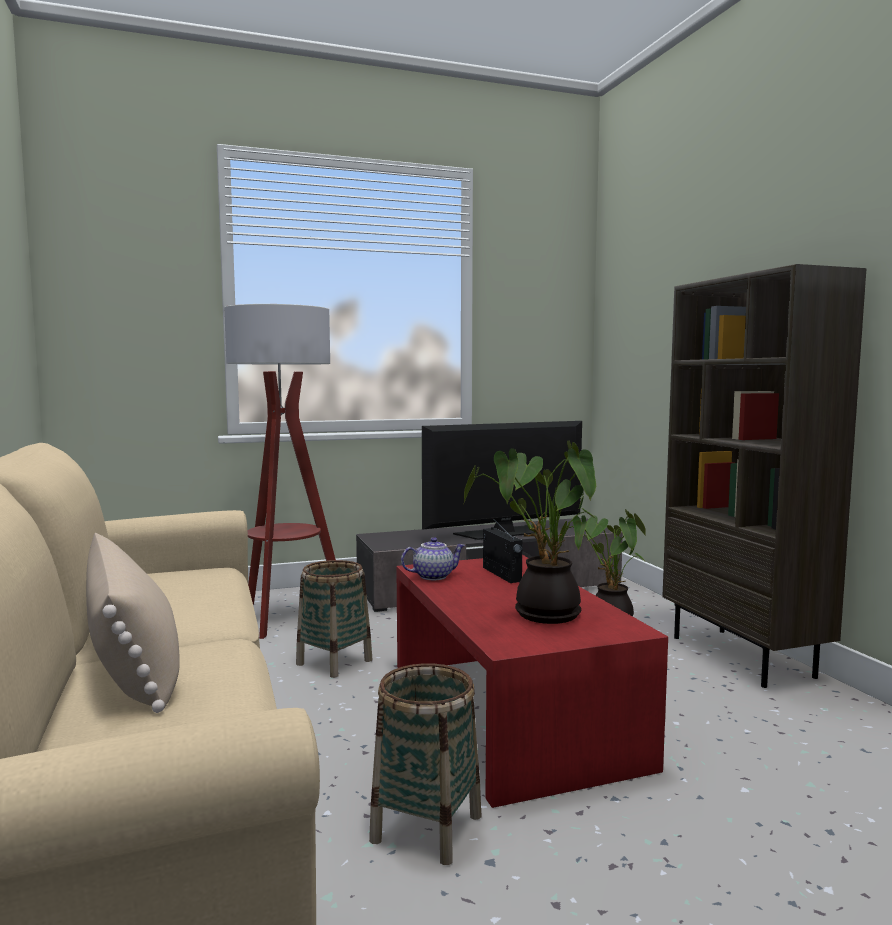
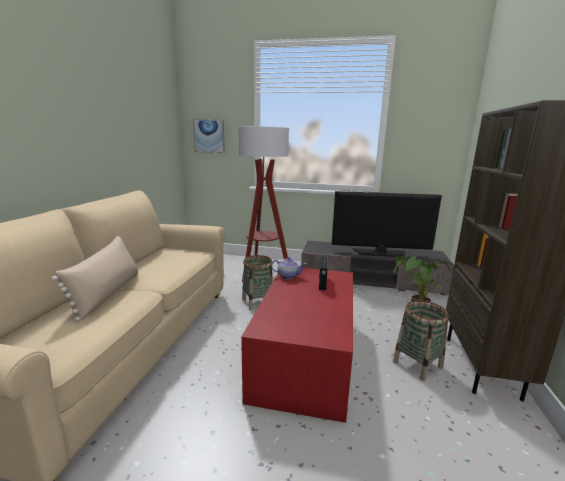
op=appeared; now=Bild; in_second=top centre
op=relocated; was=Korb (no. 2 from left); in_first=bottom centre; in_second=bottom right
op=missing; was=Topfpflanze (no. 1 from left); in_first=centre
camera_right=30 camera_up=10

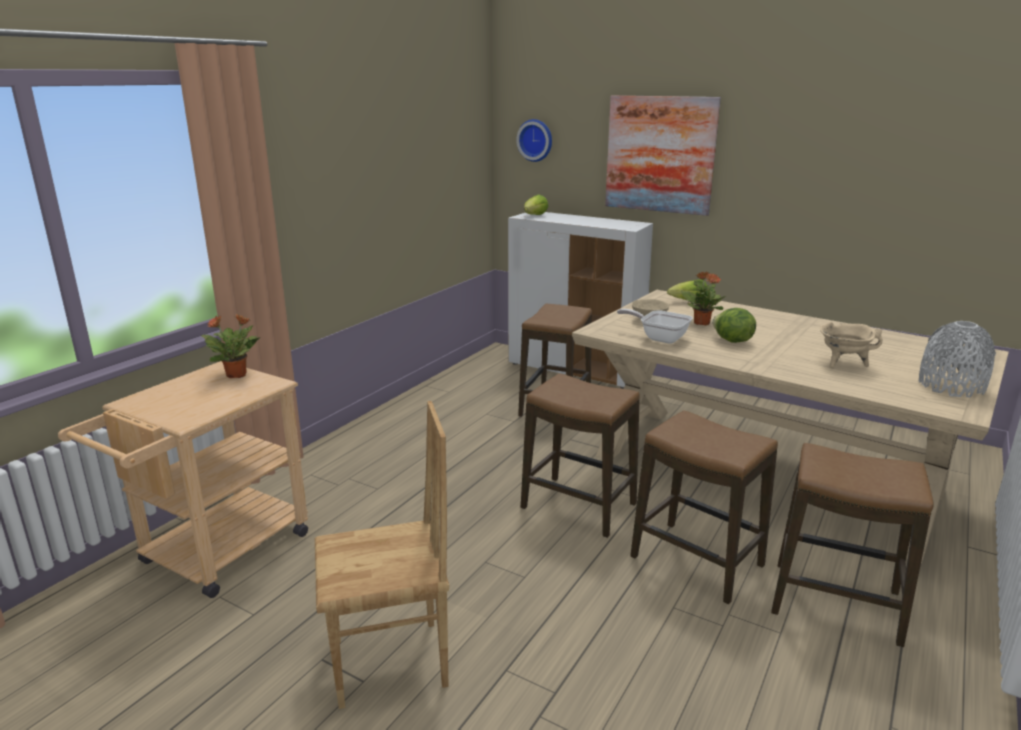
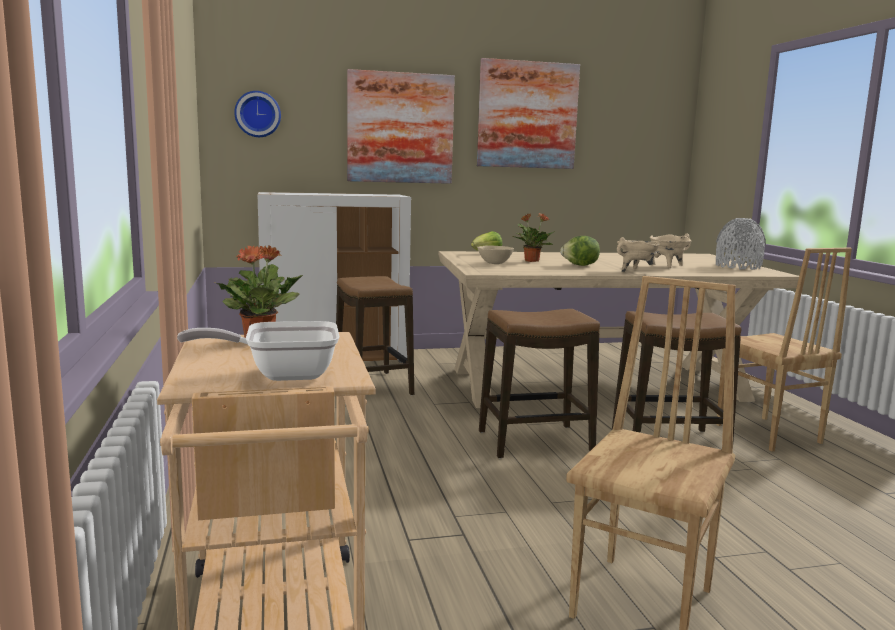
op=relocated; was=Pfanne; in_first=centre; in_second=middle left
op=appeared; now=Bild (no. 2 from left); in_second=top centre
op=appeared; now=Kochtopf [beige] (no. 1 from left); in_second=middle right
op=exchanged; was=Hocker (no. 4 from left); now=Stuhl [braun] (no. 2 from left); in_first=bottom right; in_second=middle right
op=missing; was=Salatkopf (no. 1 from left); in_first=top centre
camera_right=-45 camera_up=-10

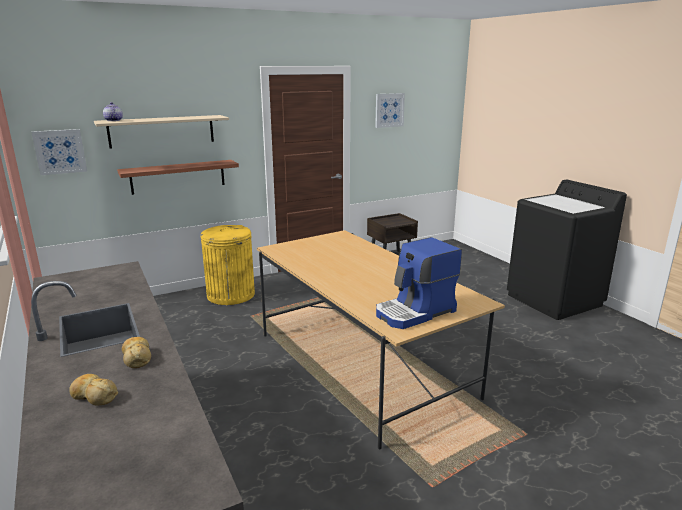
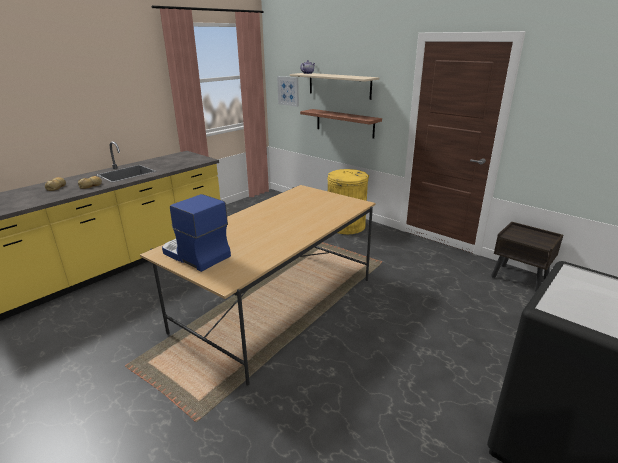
op=missing; was=Bild (no. 2 from left); in_first=top centre
camera_right=70 camera_up=5

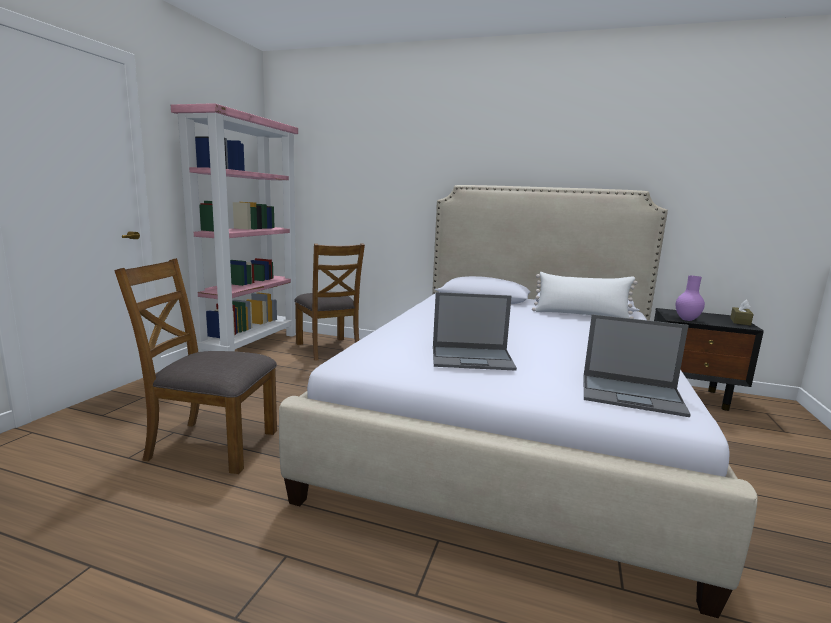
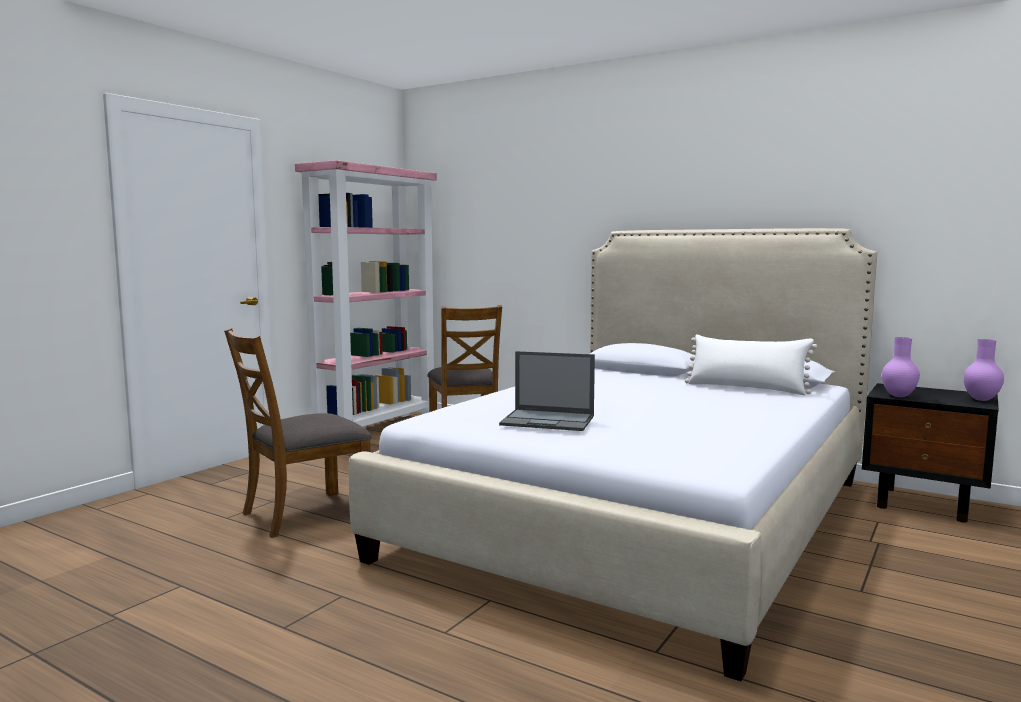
op=spun; was=Stuhl [braun] (no. 1 from left); in_first=middle left; in_second=middle left; clockwise=-60
op=exchanged; was=Taschentuchbox [braun]; now=Vase [lila] (no. 2 from left); in_first=middle right; in_second=middle right
op=missing; was=Laptop (no. 2 from left); in_first=middle right
camera_right=15 camera_up=-5

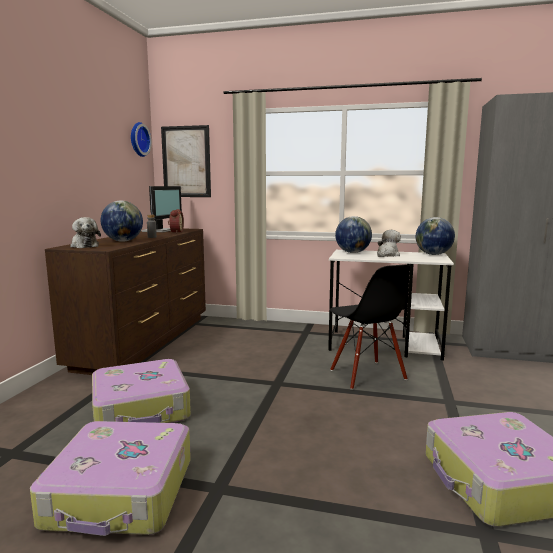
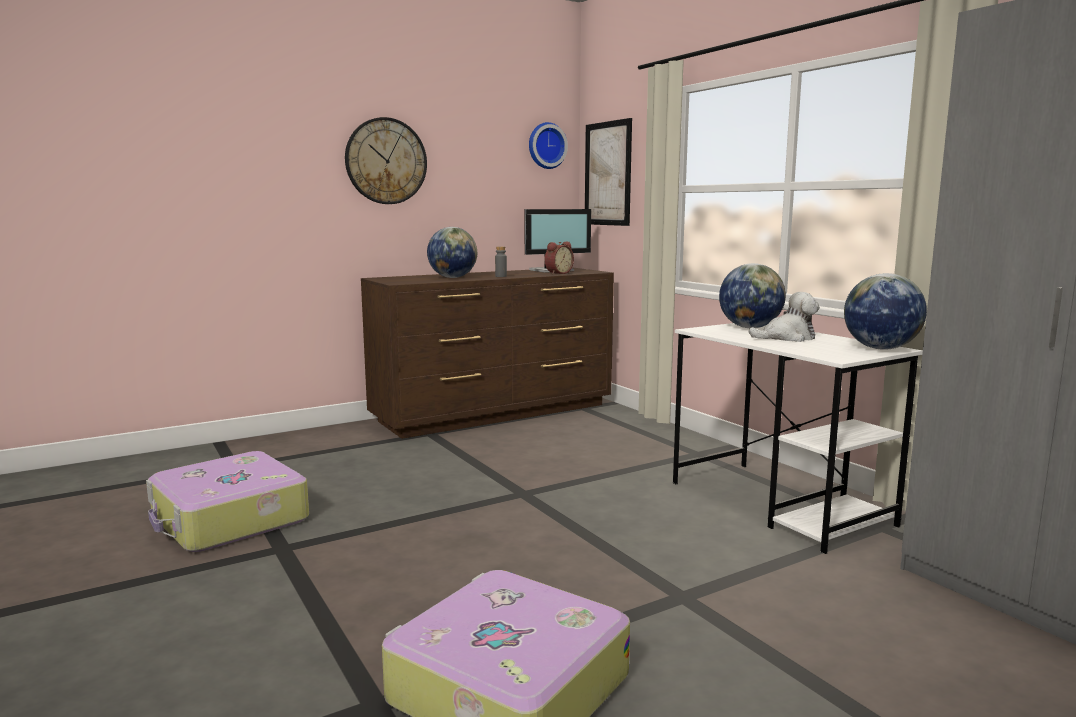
op=appeared; now=Wanduhr (no. 1 from left); in_second=top centre
op=missing; was=Plüschtier (no. 1 from left); in_first=middle left
op=missing; was=Koffer (no. 2 from left); in_first=bottom left
op=missing; was=Stuhl [schwarz]; in_first=middle right
camera_right=45 camera_up=0

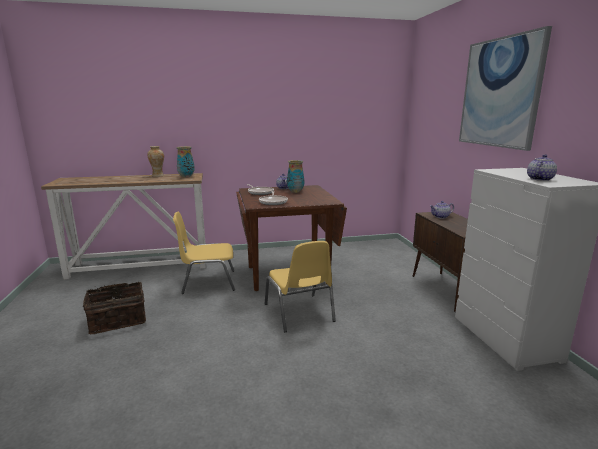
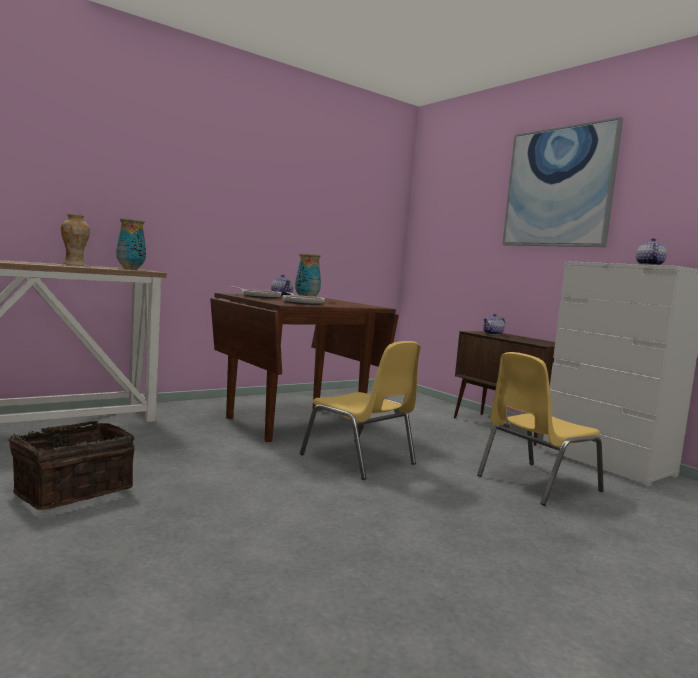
op=relocated; was=Stuhl [gelb] (no. 1 from left in the first image); now=Stuhl [gelb] (no. 2 from left); in_first=centre; in_second=middle right
camera_right=-25 camera_up=-10

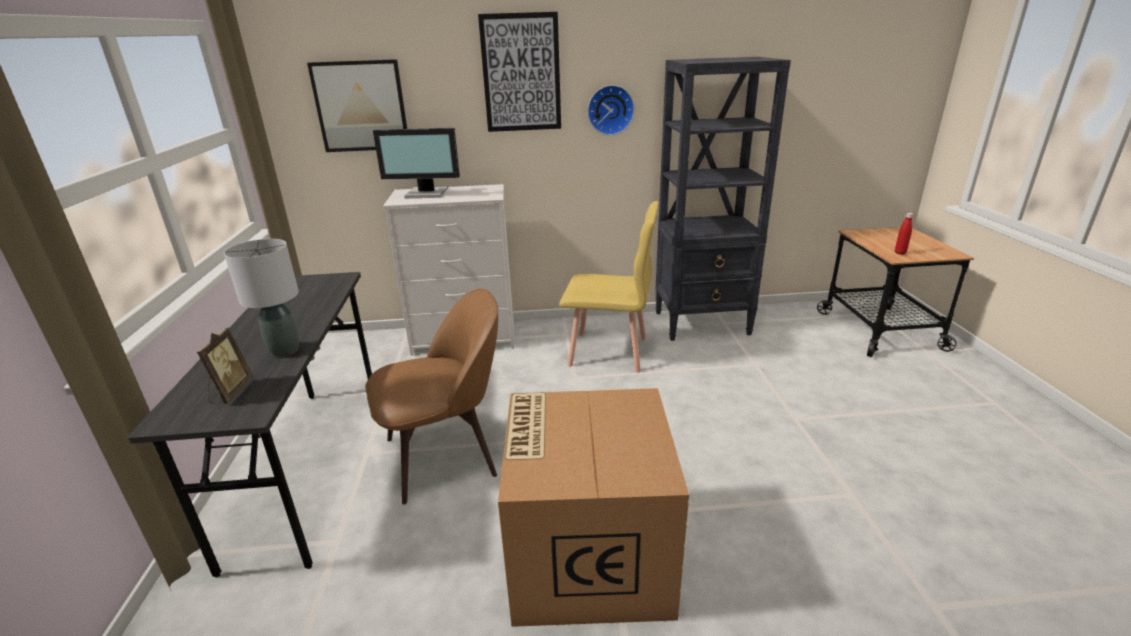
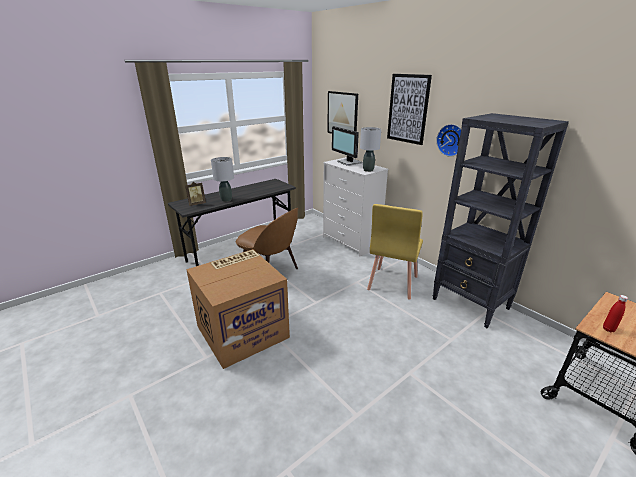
op=appeared; now=Tischlampe [grau] (no. 2 from left); in_second=top centre
op=spun; was=Stuhl [gelb]; in_first=centre; in_second=centre; clockwise=45
camera_right=55 camera_up=0

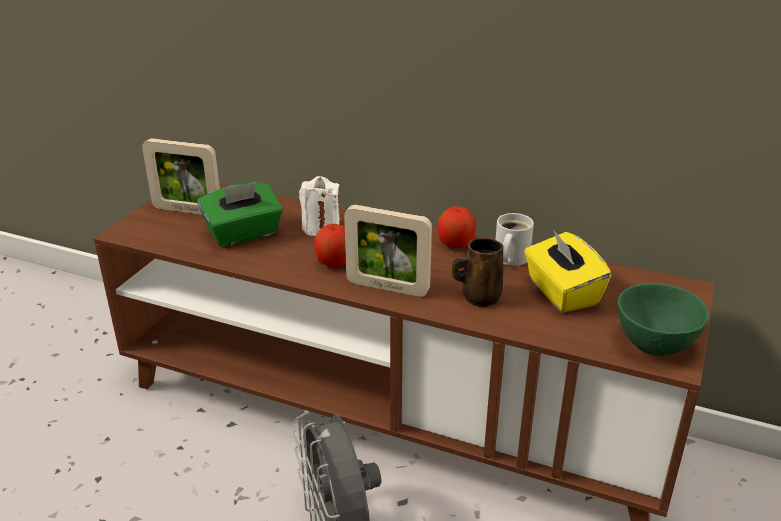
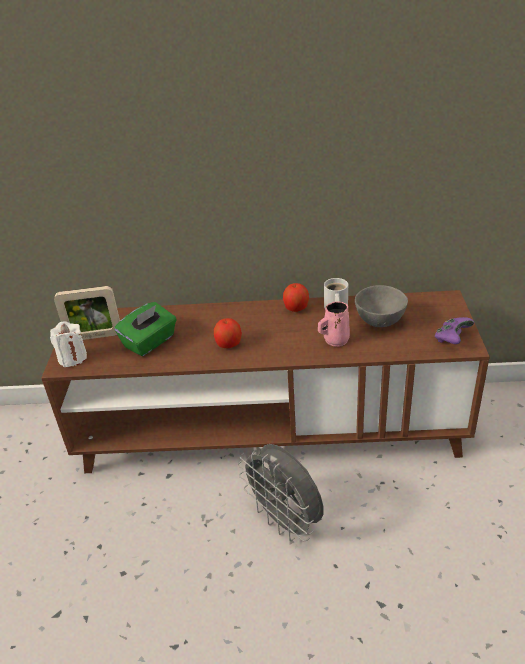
op=relocated; was=Kerze [weiß]; in_first=centre; in_second=middle left
op=colour; was=Henkelbecher [braun]; now=Henkelbecher [rosa]; in_first=centre; in_second=centre
op=exchanged; was=Taschentuchbox [gelb]; now=Schüssel [grau]; in_first=middle right; in_second=middle right
op=exchanged; was=Schüssel [grün]; now=Gamepad [lila]; in_first=middle right; in_second=middle right
op=missing; was=Bilderrahmen (no. 2 from left); in_first=centre
camera_right=-20 camera_up=5

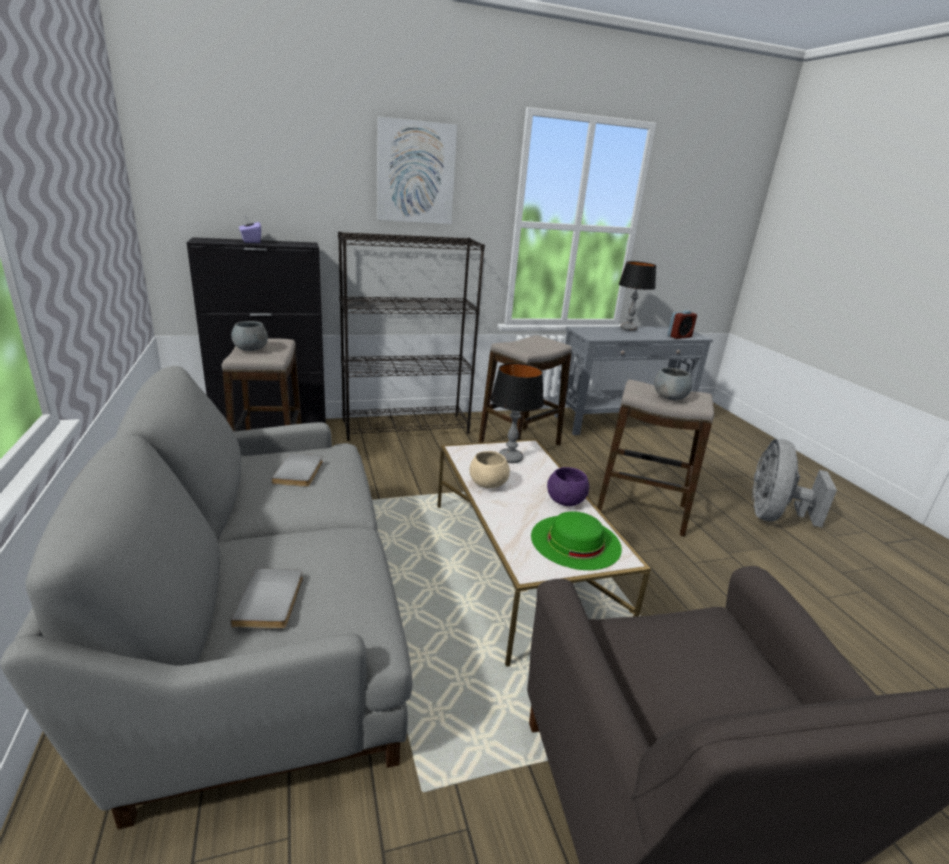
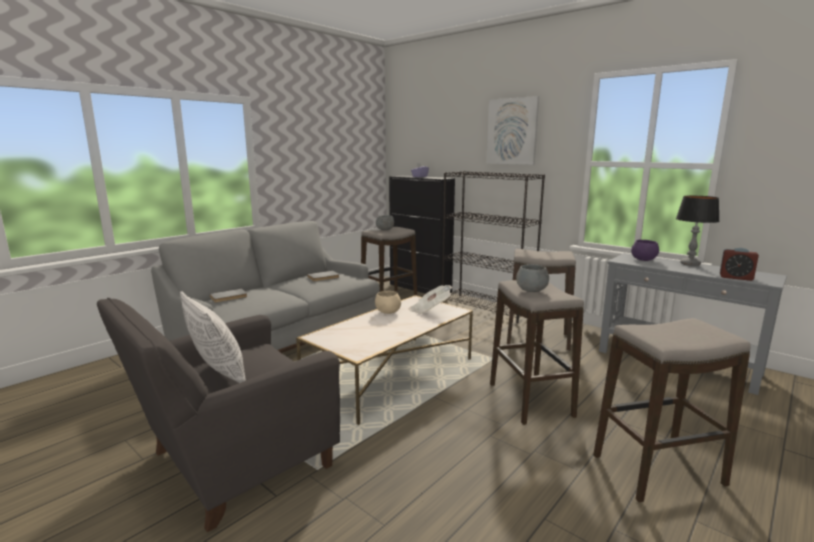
op=appeared; now=Kissen; in_second=middle left
op=exchanged; was=Tischlampe (no. 1 from left); now=Zeitung; in_first=centre; in_second=centre
op=exchanged; was=Ventilator [grau]; now=Hocker (no. 4 from left); in_first=middle right; in_second=bottom right
op=relocated; was=Schüssel [lila]; in_first=centre; in_second=middle right
op=missing; was=Hut [grün]; in_first=centre
camera_right=60 camera_up=-10

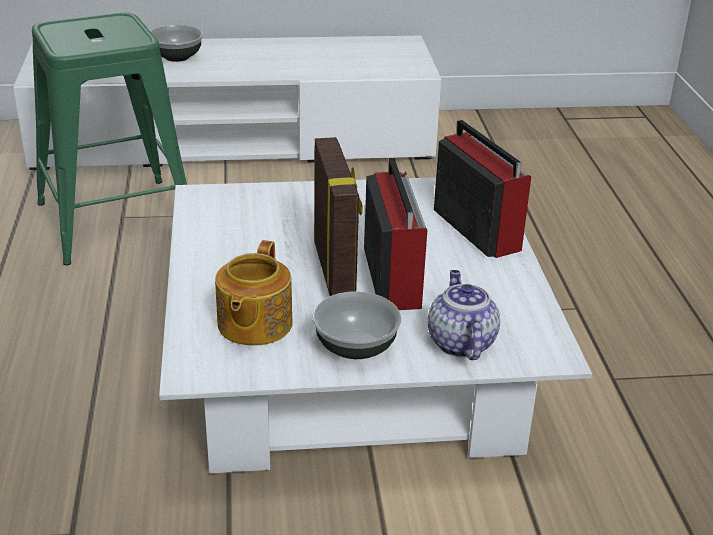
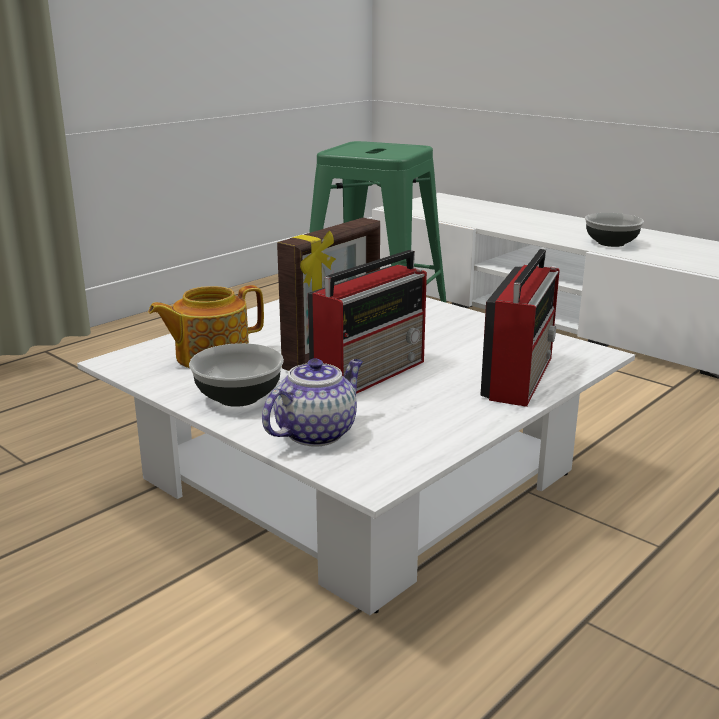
op=relocated; was=Schüssel (no. 1 from left in the first image); now=Schüssel (no. 2 from left); in_first=top left; in_second=top right
camera_right=50 camera_up=-10

